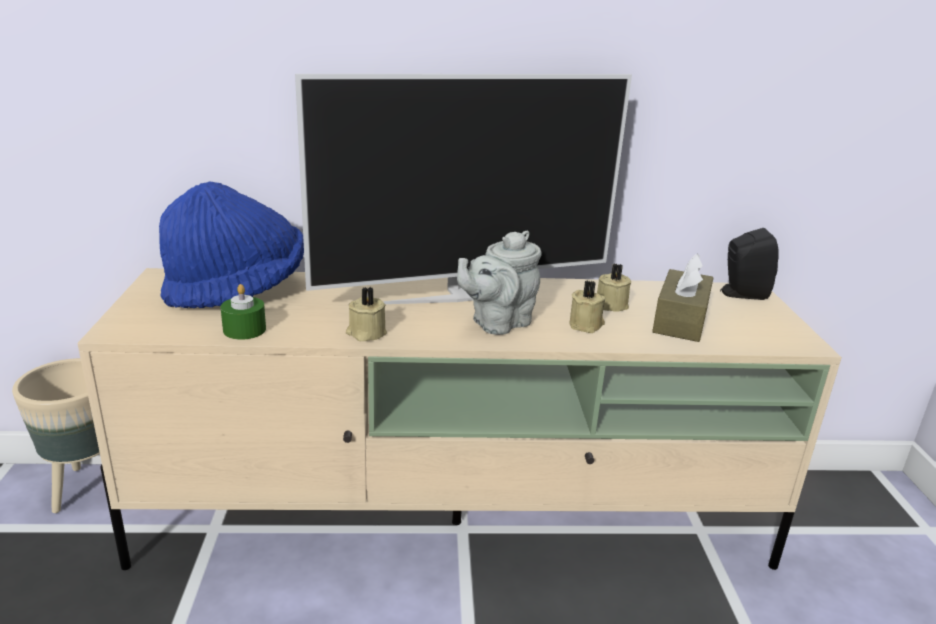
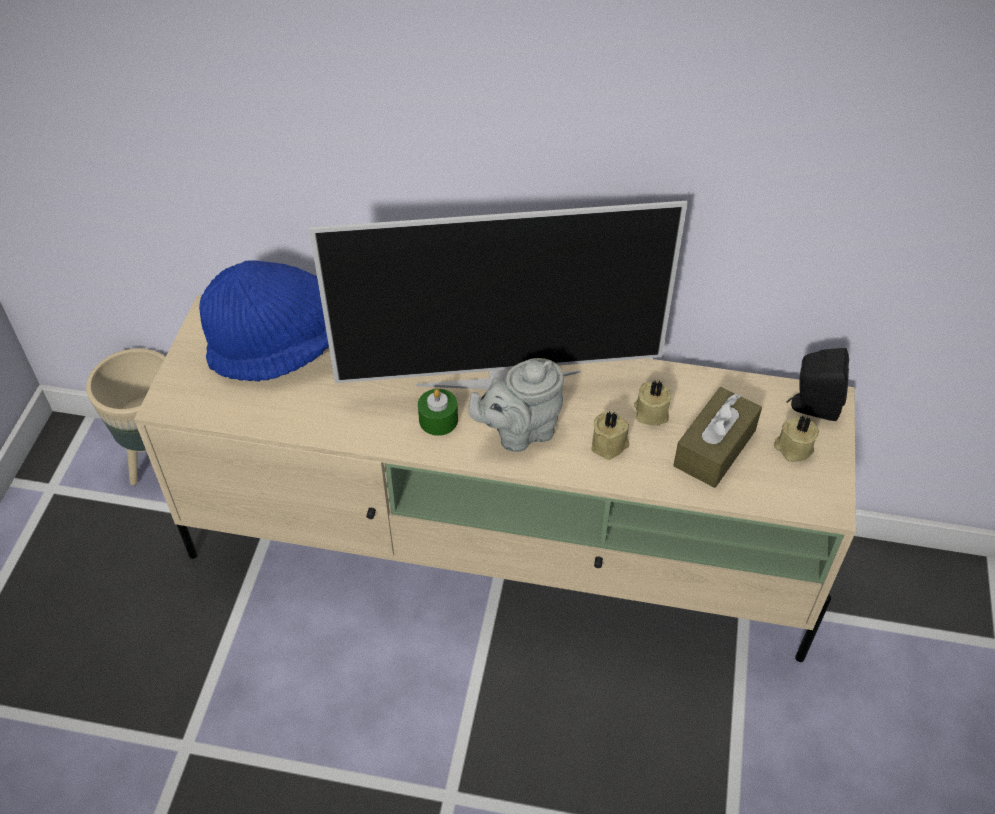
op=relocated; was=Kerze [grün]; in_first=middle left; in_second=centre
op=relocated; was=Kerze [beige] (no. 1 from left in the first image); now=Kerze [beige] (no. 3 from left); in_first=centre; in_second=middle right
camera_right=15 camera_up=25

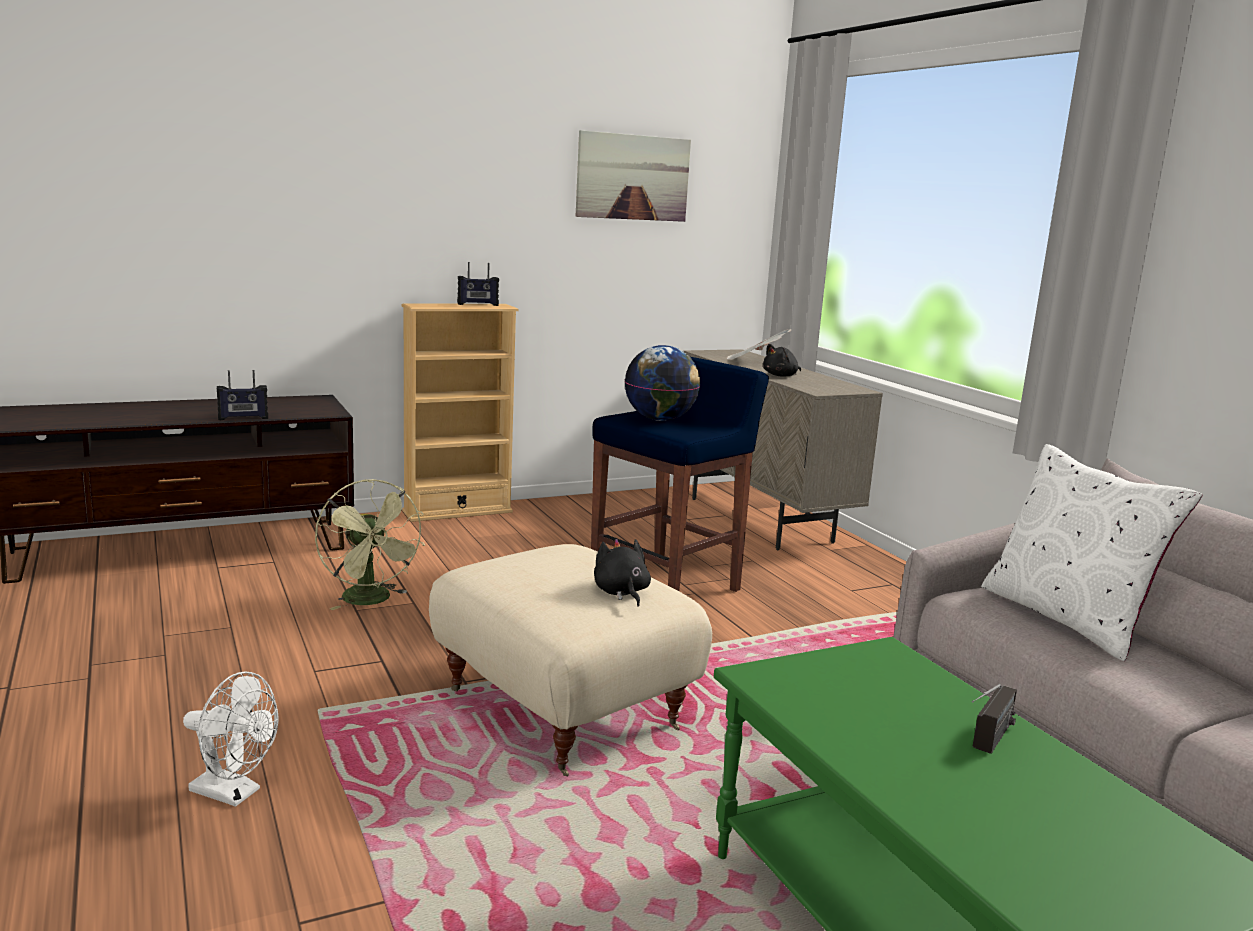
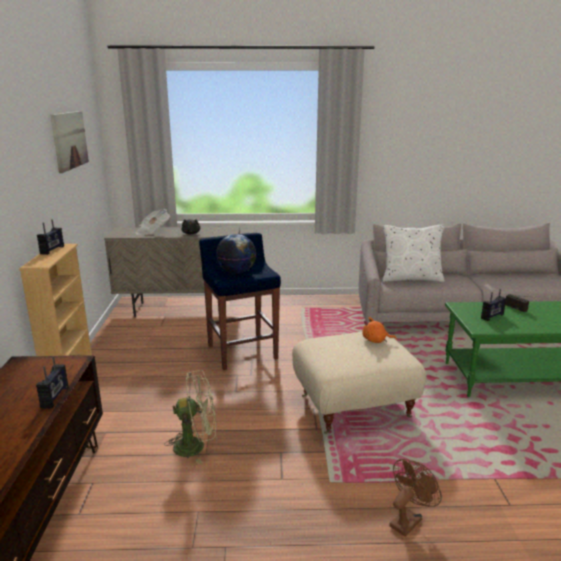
op=colour; was=Plüschtier [schwarz] (no. 1 from left); now=Plüschtier [orange]; in_first=centre; in_second=middle right
op=colour; was=Ventilator [weiß]; now=Ventilator [braun]; in_first=bottom left; in_second=bottom right
op=appeared; now=Radio (no. 3 from left); in_second=middle right
camera_right=-65 camera_up=5

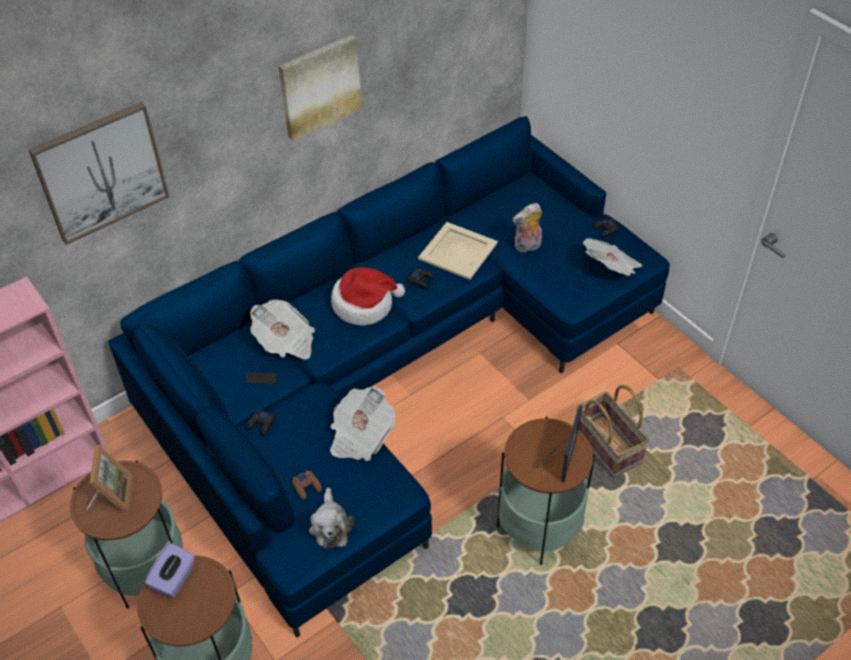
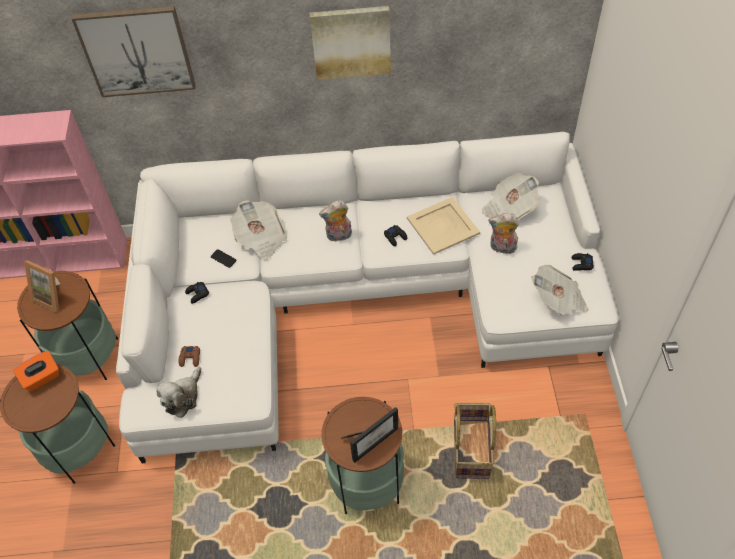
op=colour; was=Taschentuchbox [lila]; now=Taschentuchbox [orange]; in_first=bottom left; in_second=middle left
op=spun; was=Bilderrahmen (no. 1 from left); in_first=bottom left; in_second=middle left; clockwise=90
op=colour; was=Sofa [blau]; now=Sofa [weiß]; in_first=centre; in_second=centre
op=exchanged; was=Hut; now=Plüschtier (no. 2 from left); in_first=centre; in_second=centre
op=relocated; was=Zeitung (no. 2 from left); in_first=centre; in_second=middle right
camera_right=35 camera_up=5

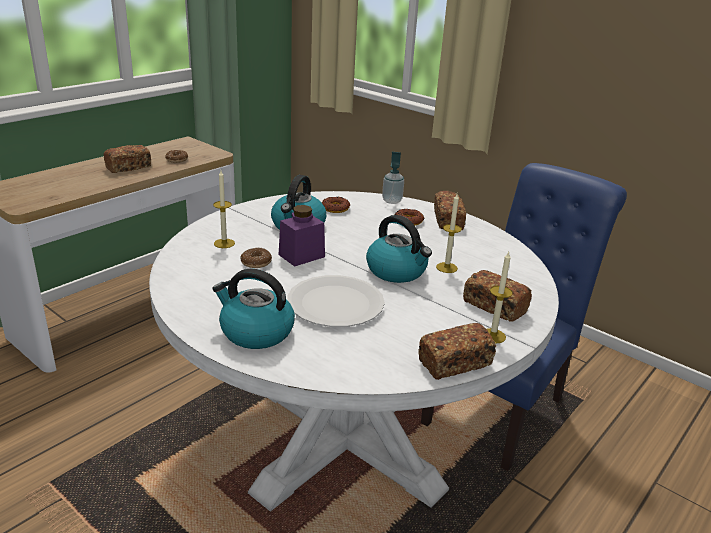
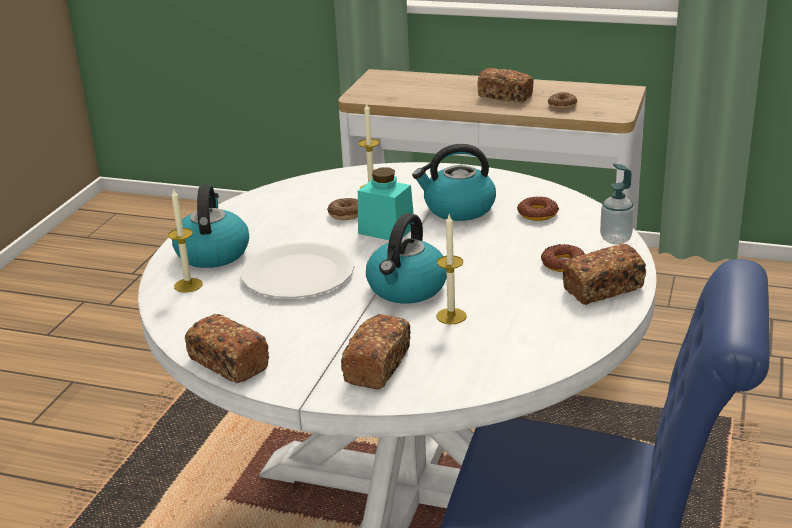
op=relocated; was=Kerze (no. 3 from left in the first image); now=Kerze (no. 1 from left); in_first=middle right; in_second=middle left
op=colour; was=Vorratsglas [lila]; now=Vorratsglas [türkis]; in_first=centre; in_second=centre
camera_right=70 camera_up=0

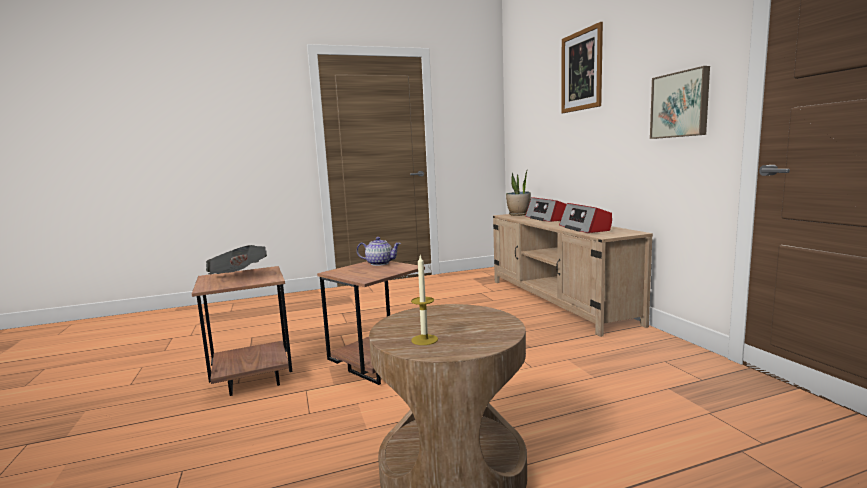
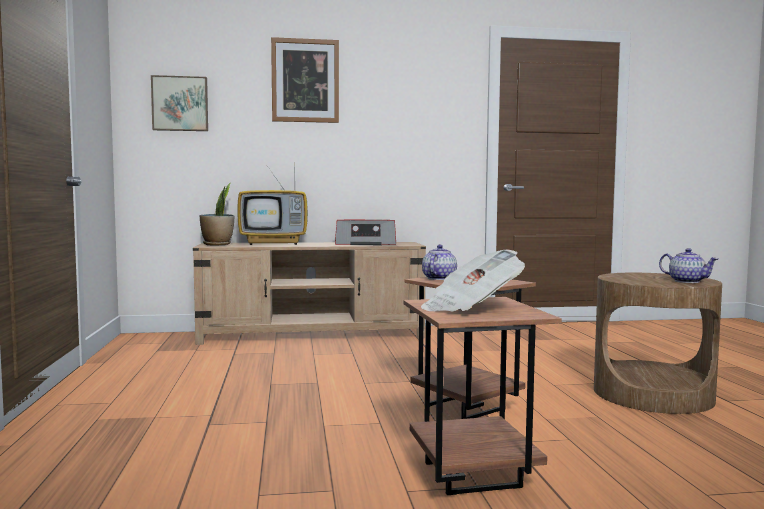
op=relocated; was=Bild (no. 2 from left in the first image); now=Bild (no. 1 from left); in_first=top right; in_second=top left
op=exchanged; was=Radio (no. 1 from left); now=Fernseher; in_first=centre; in_second=centre
op=exchanged; was=Kerze; now=Teekanne (no. 2 from left); in_first=centre; in_second=middle right
camera_right=-80 camera_up=-5

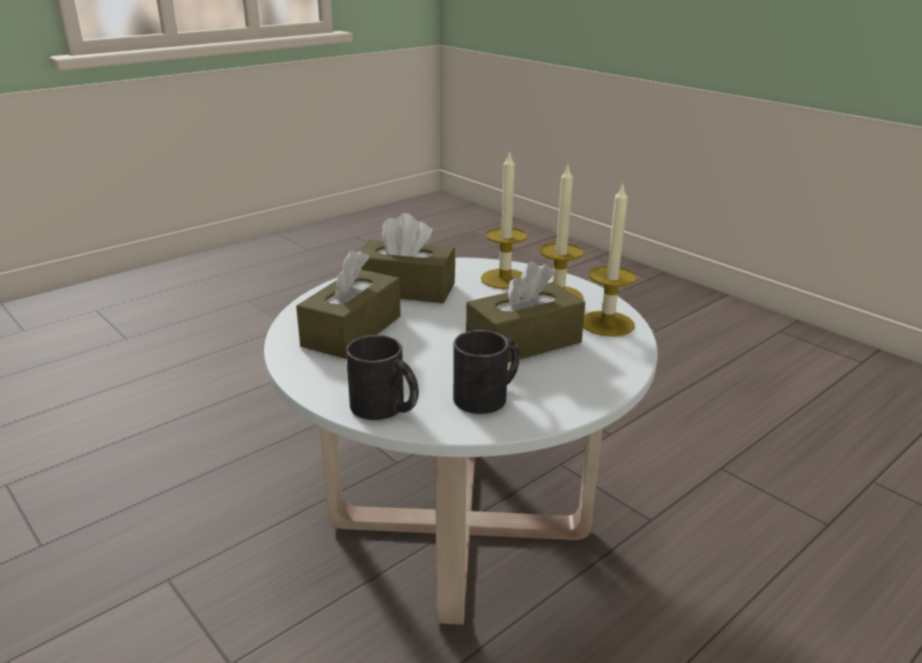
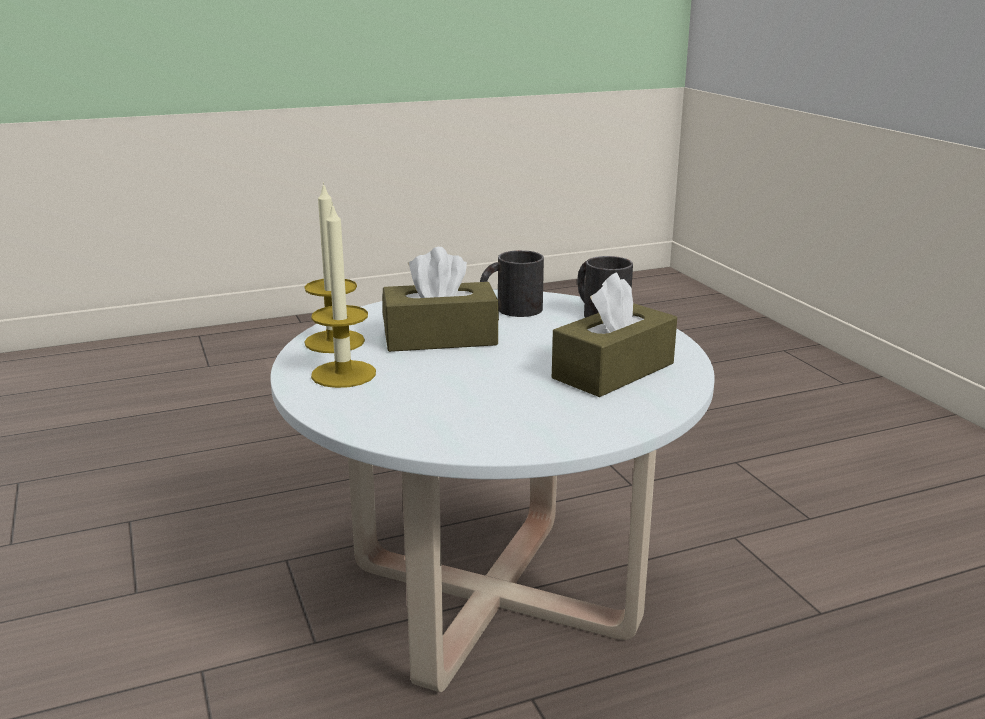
op=missing; was=Taschentuchbox [braun] (no. 2 from left); in_first=centre
op=missing; was=Kerze (no. 1 from left); in_first=top centre
camera_right=-160 camera_up=-5

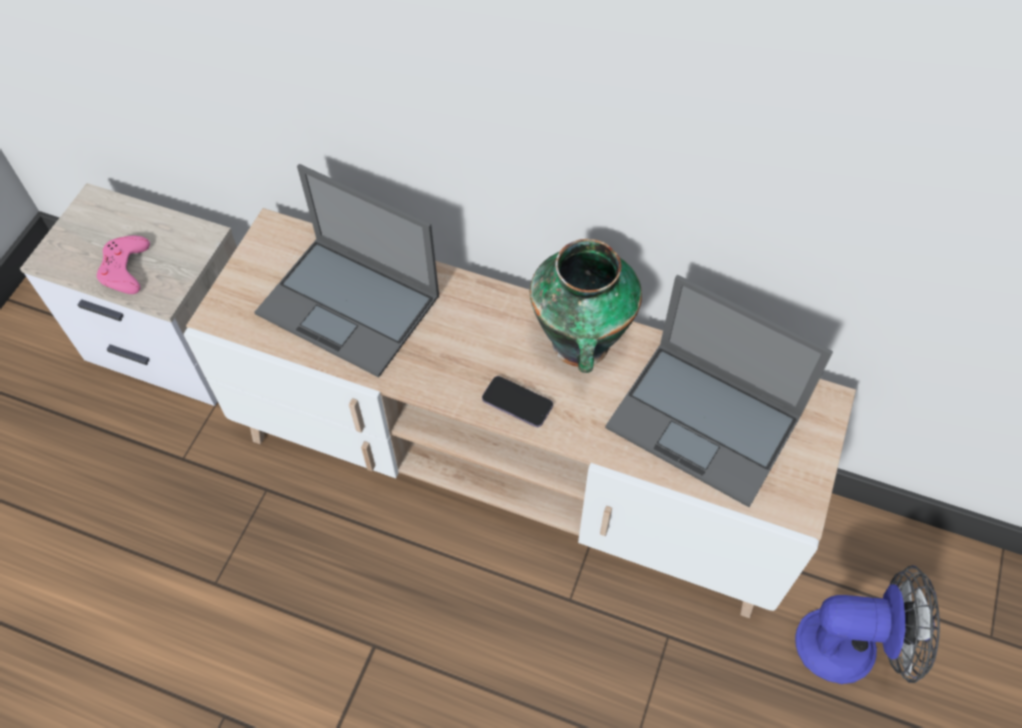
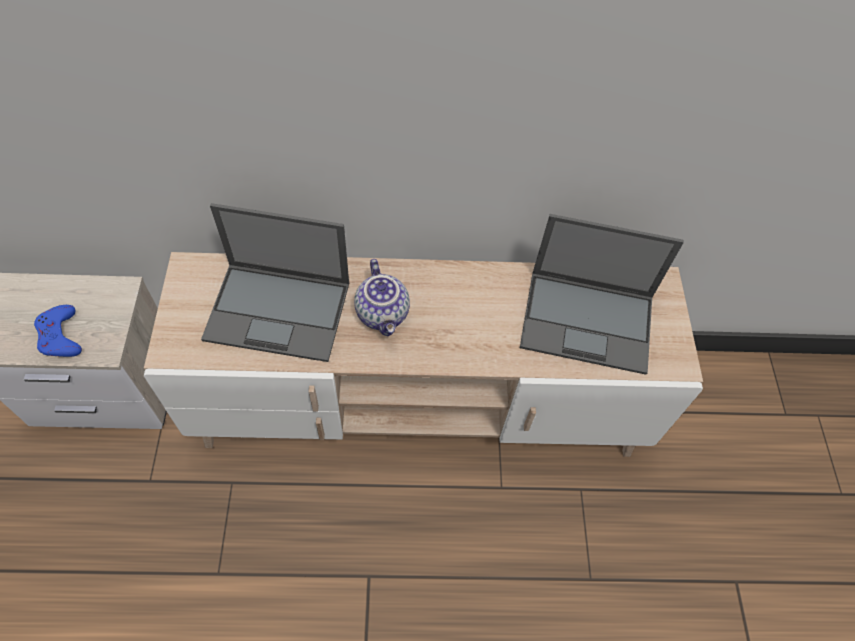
op=colour; was=Gamepad [rosa]; now=Gamepad [blau]; in_first=middle left; in_second=middle left
op=appeared; now=Teekanne; in_second=centre
op=missing; was=Handy; in_first=centre
op=missing; was=Vase; in_first=centre
op=missing; was=Ventilator; in_first=bottom right
camera_right=-25 camera_up=0

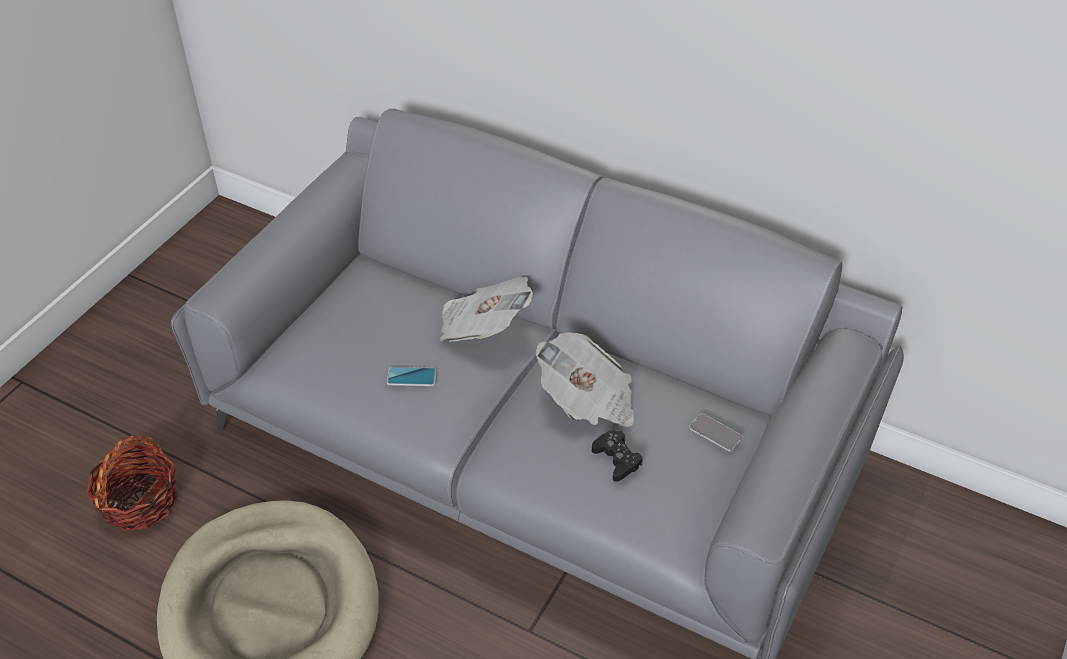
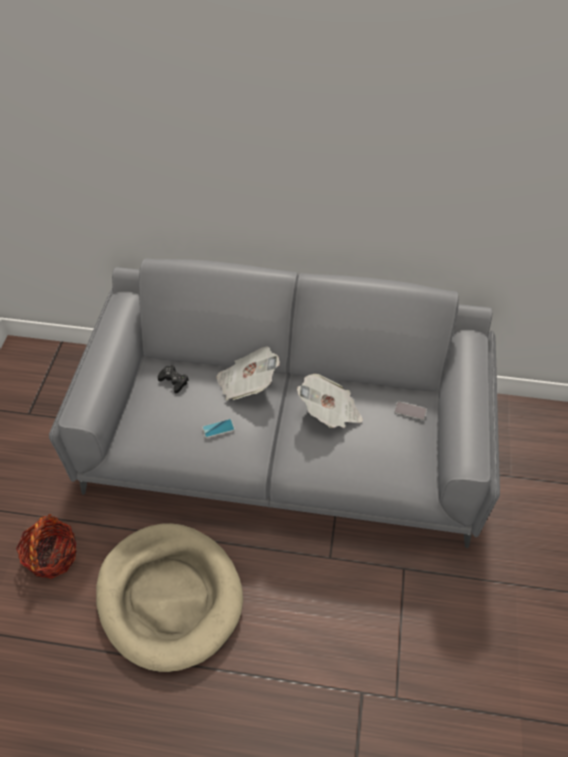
op=relocated; was=Gamepad [schwarz]; in_first=bottom centre; in_second=middle left
camera_right=-20 camera_up=5

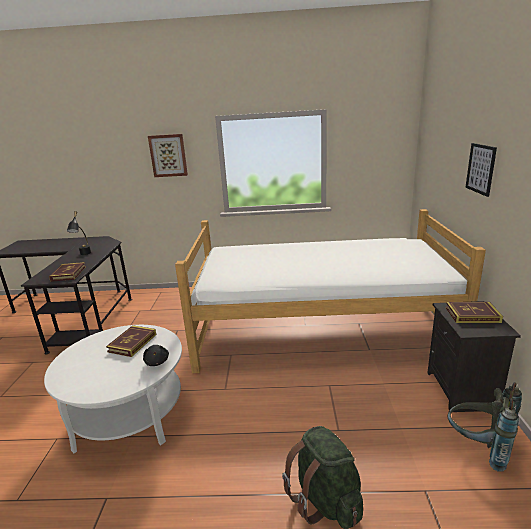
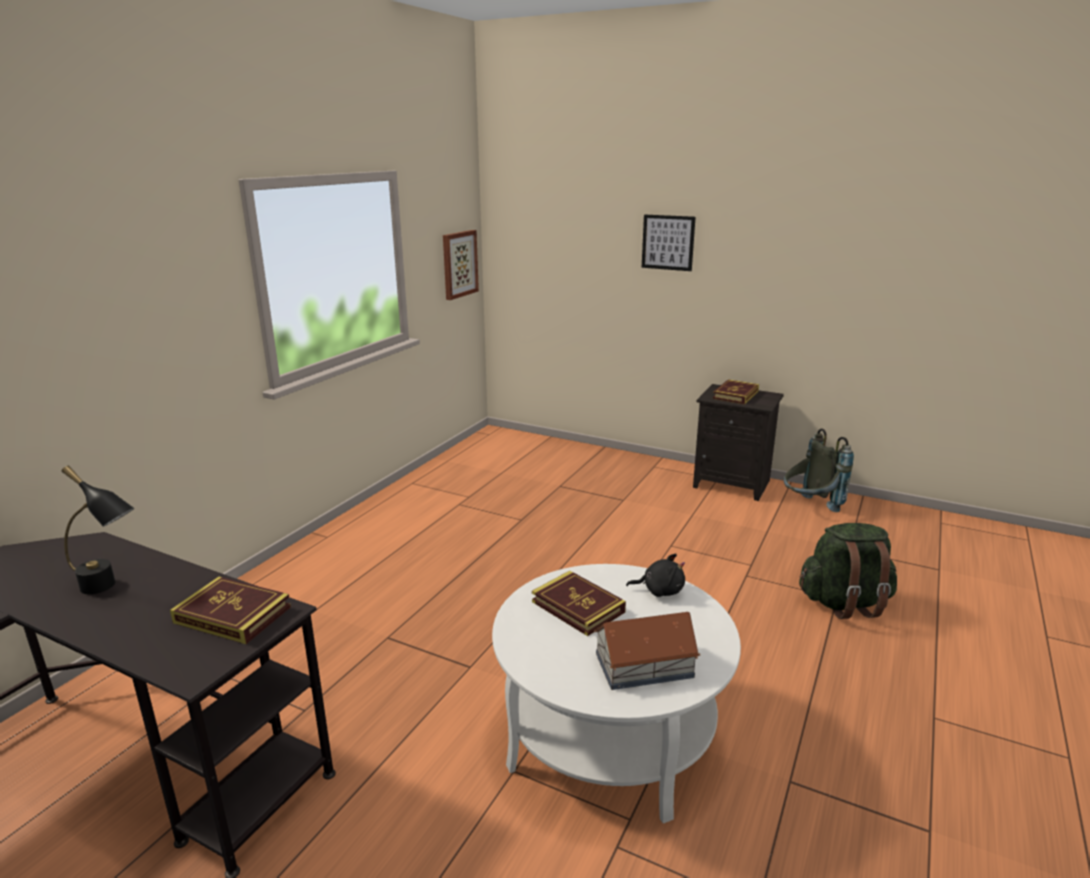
op=relocated; was=Bild (no. 1 from left); in_first=top left; in_second=top centre
op=appeared; now=Spielzeughaus; in_second=bottom centre
op=missing; was=Bett; in_first=centre
camera_right=-65 camera_up=0

